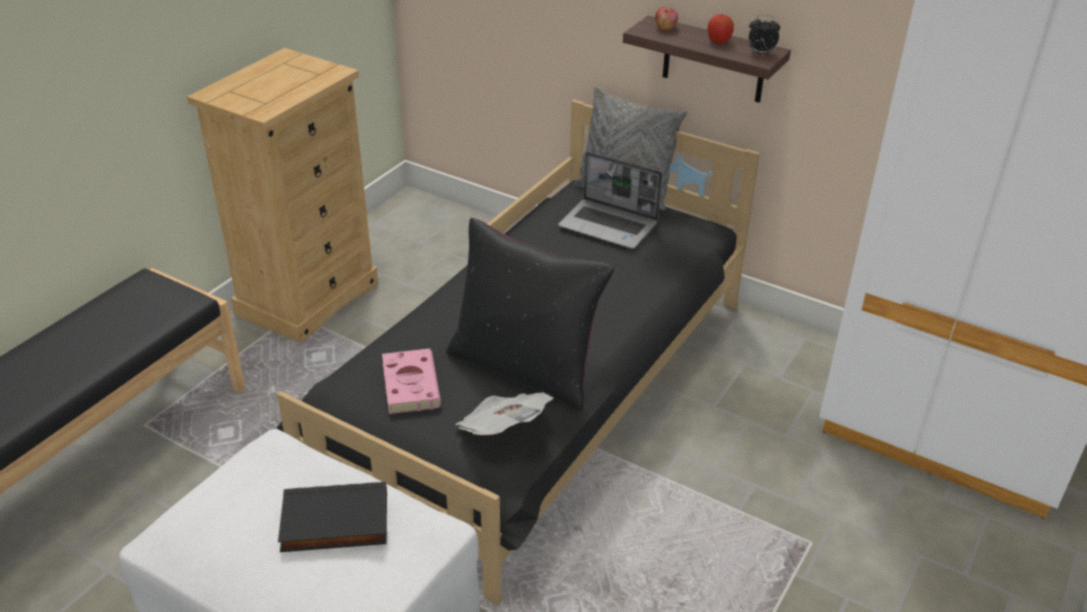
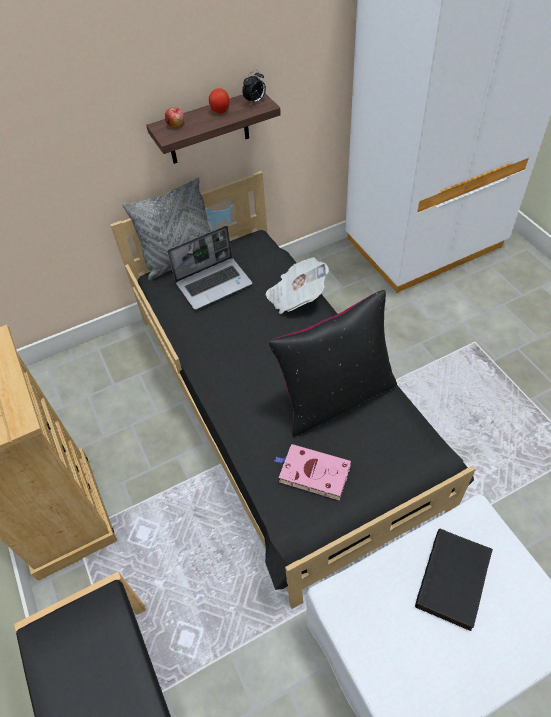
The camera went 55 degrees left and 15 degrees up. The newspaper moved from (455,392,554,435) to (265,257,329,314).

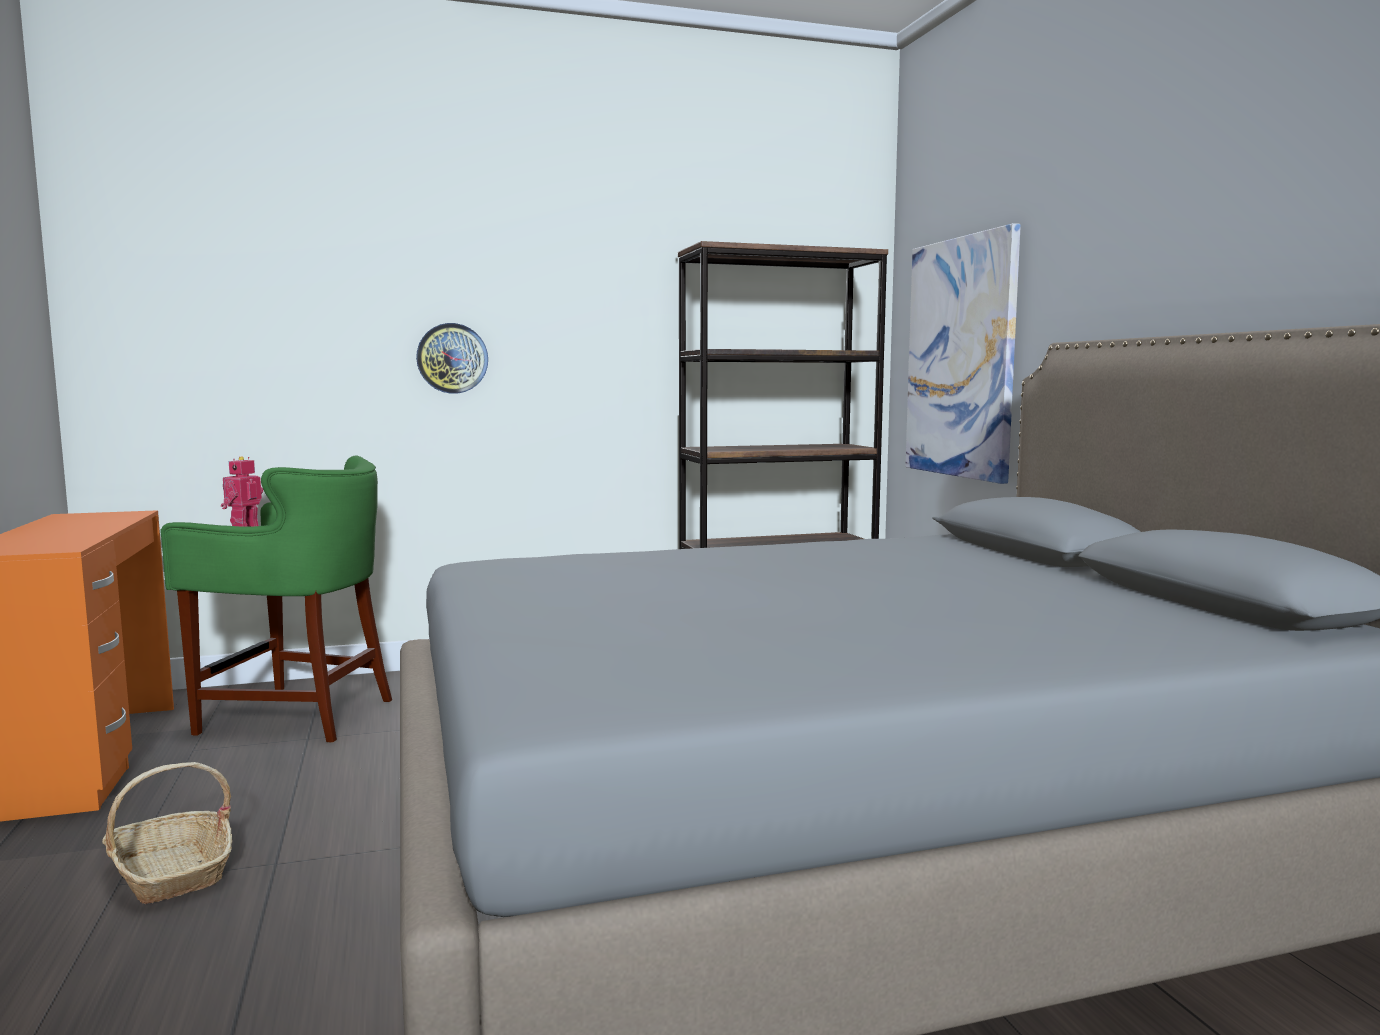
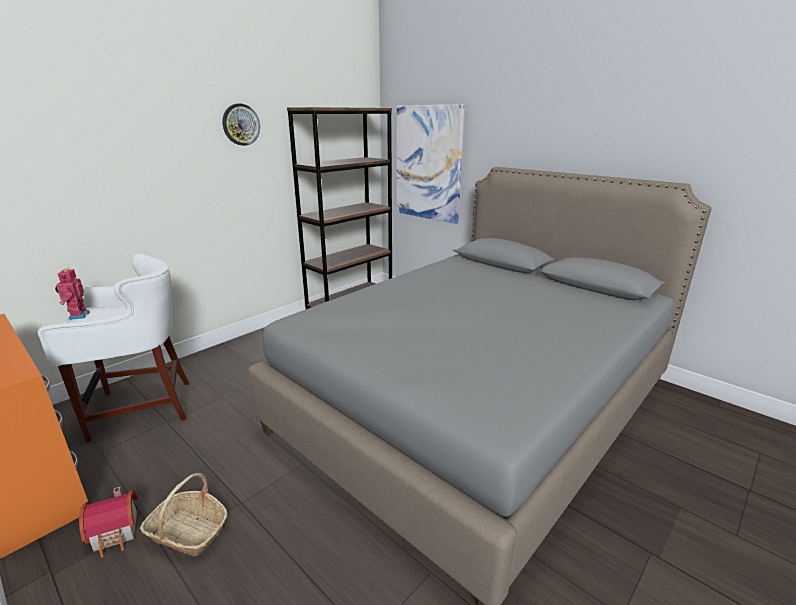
The camera went 30 degrees left and 15 degrees up. The stool (green) at (161,456,392,743) became the stool (white) at (38,253,189,442). The wall clock moved from (416,323,488,394) to (222,104,260,146). The toy house at (79,487,138,558) appeared.

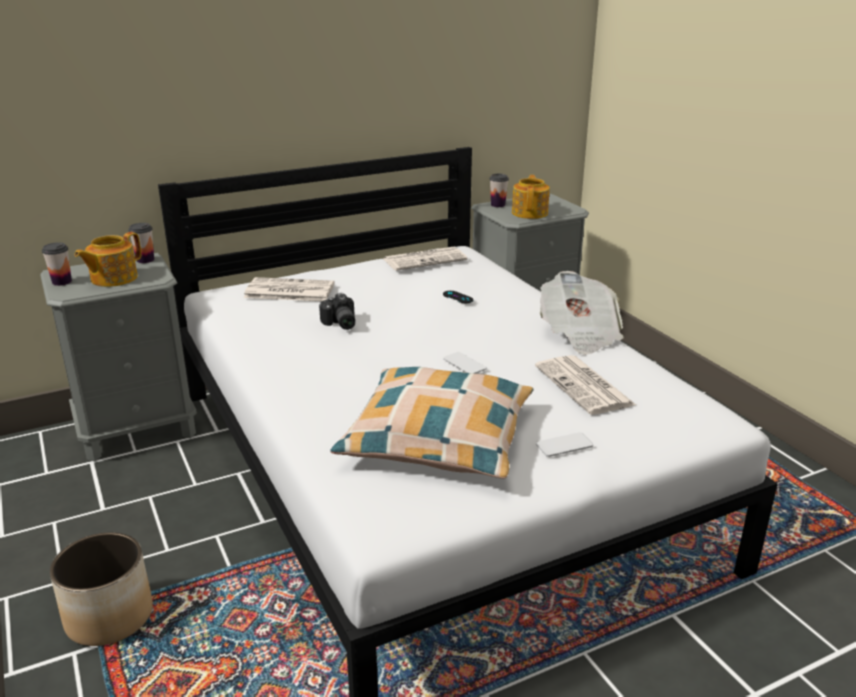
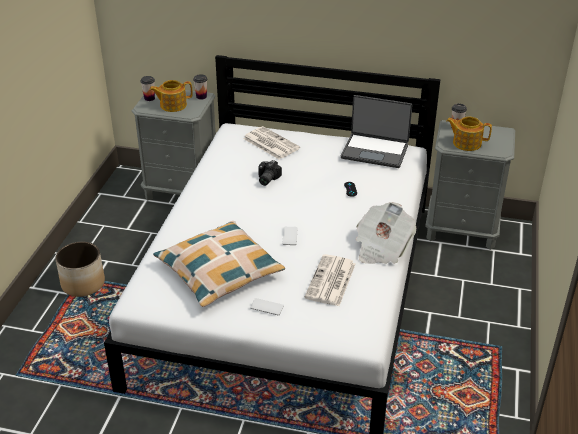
The camera went 40 degrees right and 10 degrees up. The newspaper at (384,247,468,271) was replaced by the laptop at (341,95,412,168). The teapot at (512,175,550,219) turned 120 degrees counterclockwise.

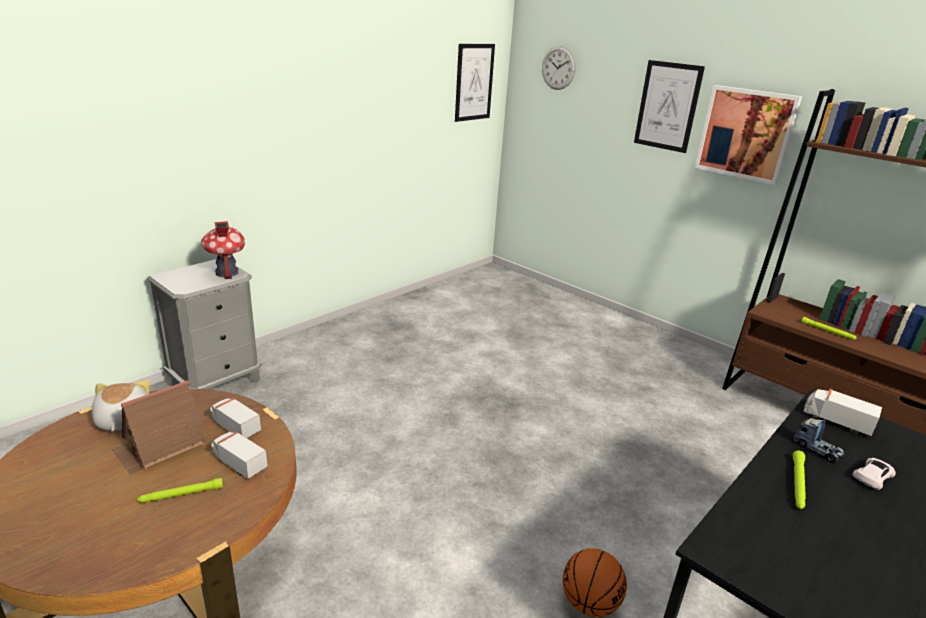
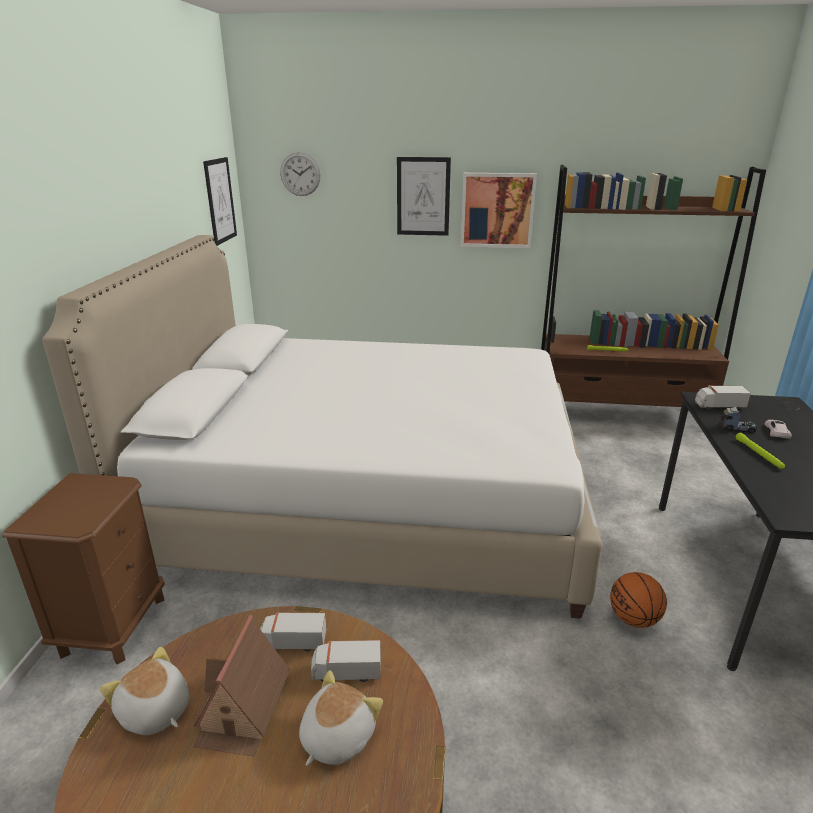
The camera went 35 degrees left and 0 degrees up. The flashlight (green) at (137,478,223,503) was replaced by the plush toy at (299,670,383,766). The nightstand (grey) at (147,259,261,389) became the nightstand (brown) at (2,473,165,664). The toy house at (201,221,245,279) disappeared. The bed (white) at (42,235,603,619) appeared.

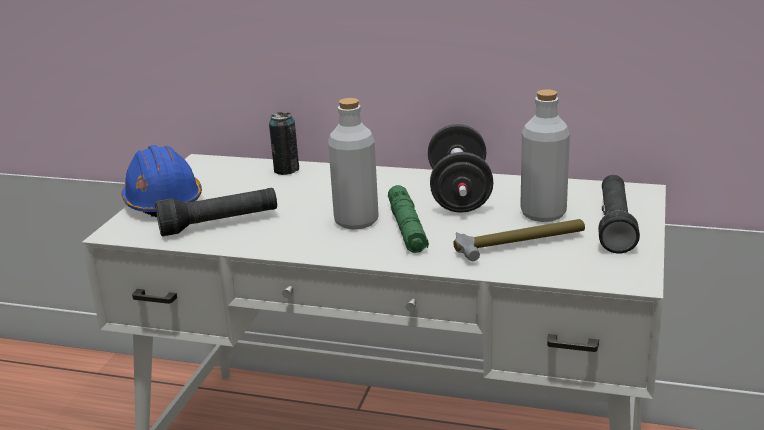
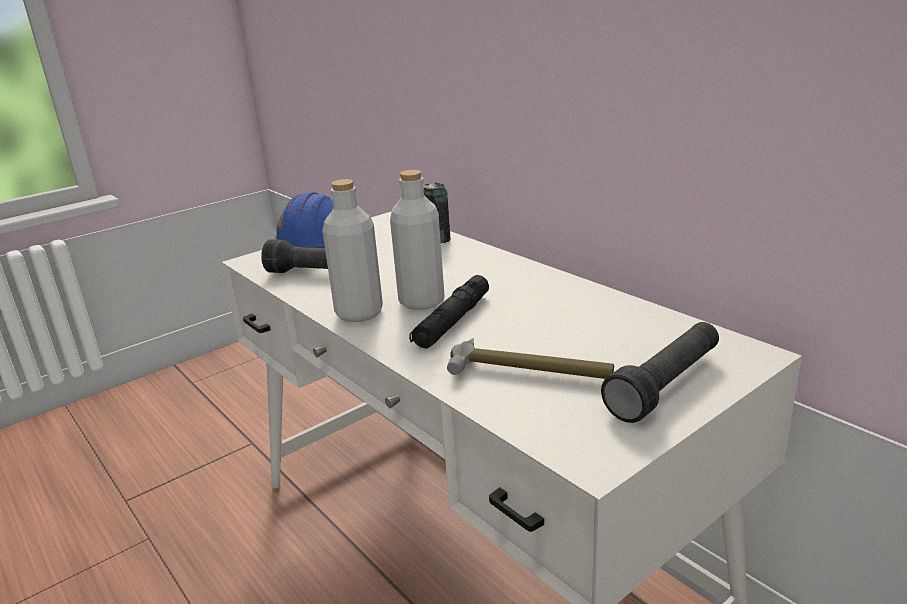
The camera went 35 degrees right and 0 degrees up. The flashlight (green) at (388,185,429,253) became the flashlight (black) at (409,275,489,349). The dumbbell (black) at (428,124,493,213) disappeared. The bottle (grey) moved from (520,89,570,222) to (322,179,383,322).

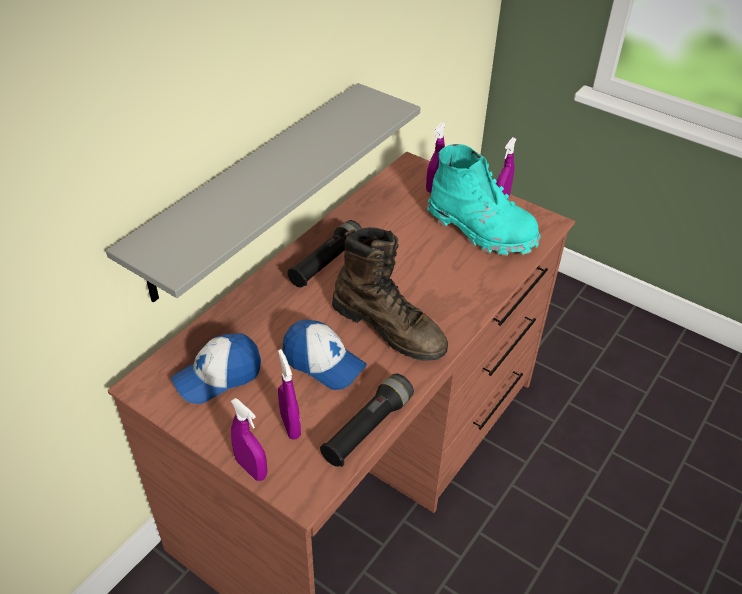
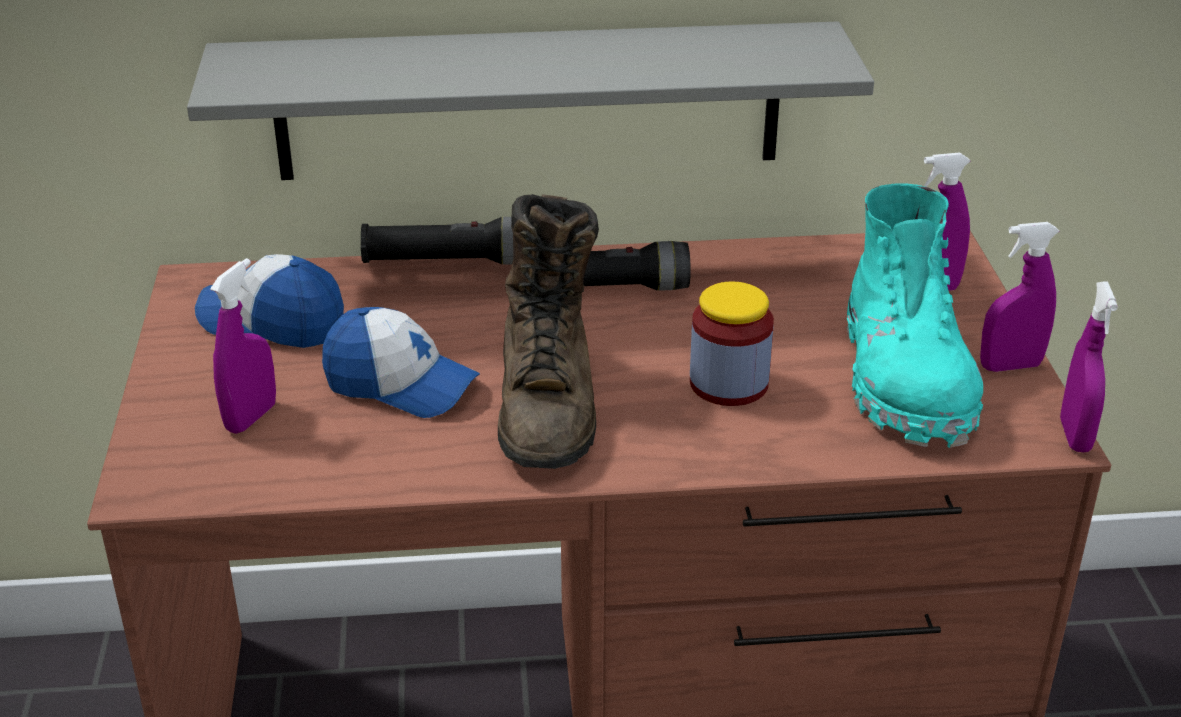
The camera went 50 degrees right and 10 degrees down. The spray bottle (purple) moved from (231,398,267,481) to (1060,282,1118,452). The cap at (282,320,367,390) turned 60 degrees counterclockwise. The flashlight (black) moved from (320,373,414,467) to (361,217,513,265). The jar at (690,281,774,406) appeared.

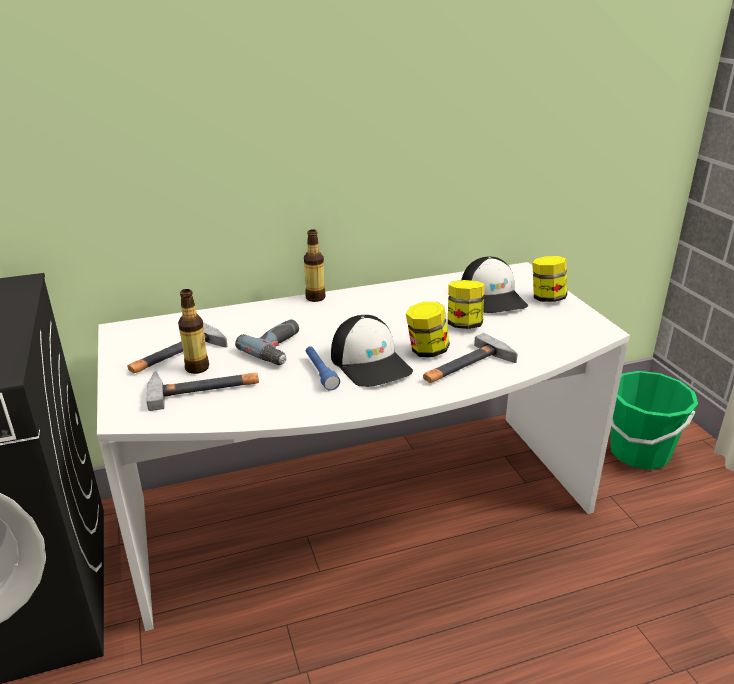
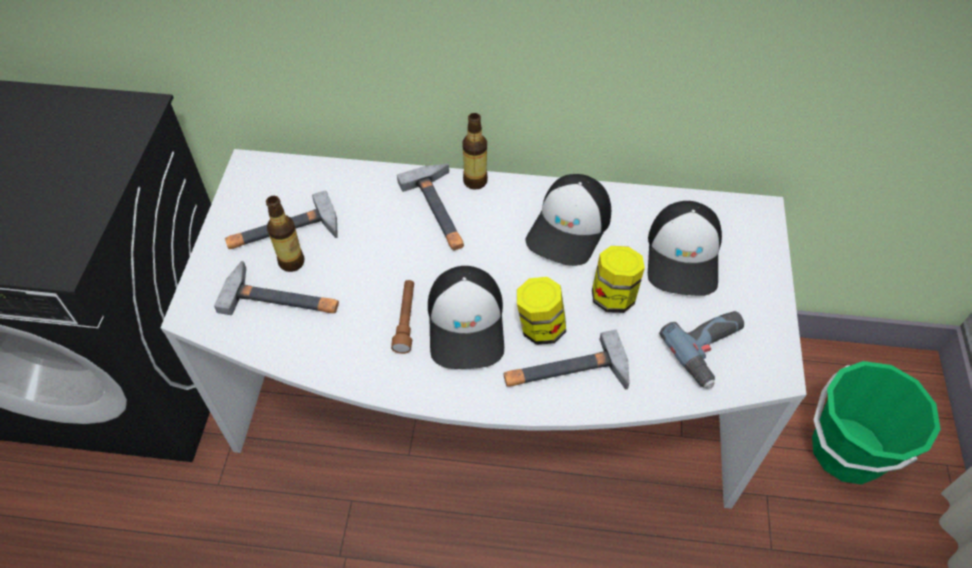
The camera went 25 degrees right and 25 degrees up. The power drill moved from (235,319,299,365) to (659,311,744,389). The flashlight (blue) at (306,346,340,391) became the flashlight (brown) at (391,280,414,354). The jar at (532,256,567,302) disappeared. The hammer at (397,164,464,251) appeared. The cap at (525,174,611,266) appeared.

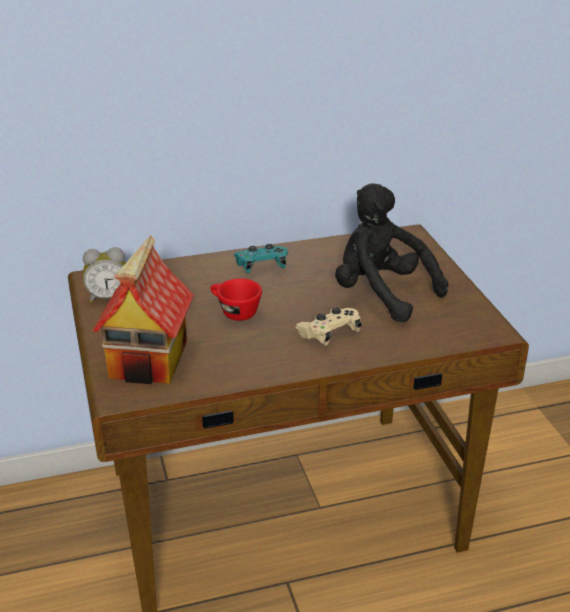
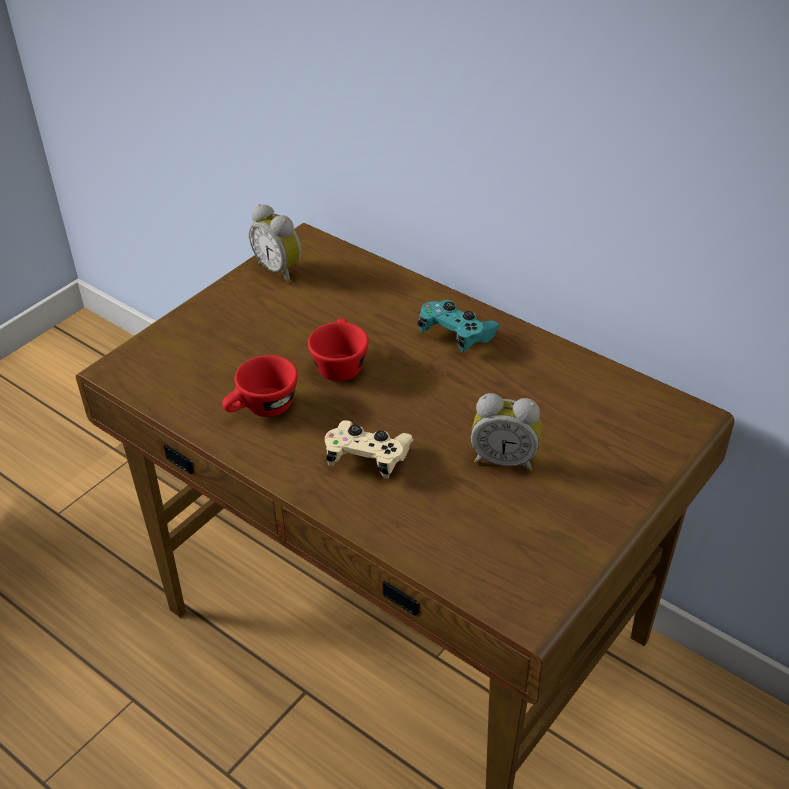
The camera went 55 degrees right and 10 degrees up. The toy house at (92,235,194,384) disappeared. The plush toy (black) at (335,183,448,323) was replaced by the alarm clock at (471,393,542,472). The cup (red) at (222,355,298,417) appeared.

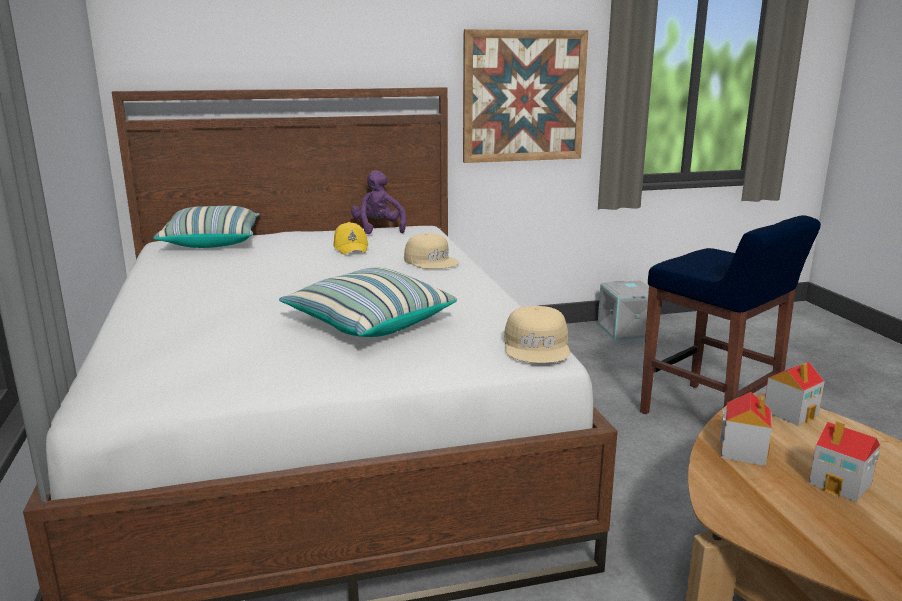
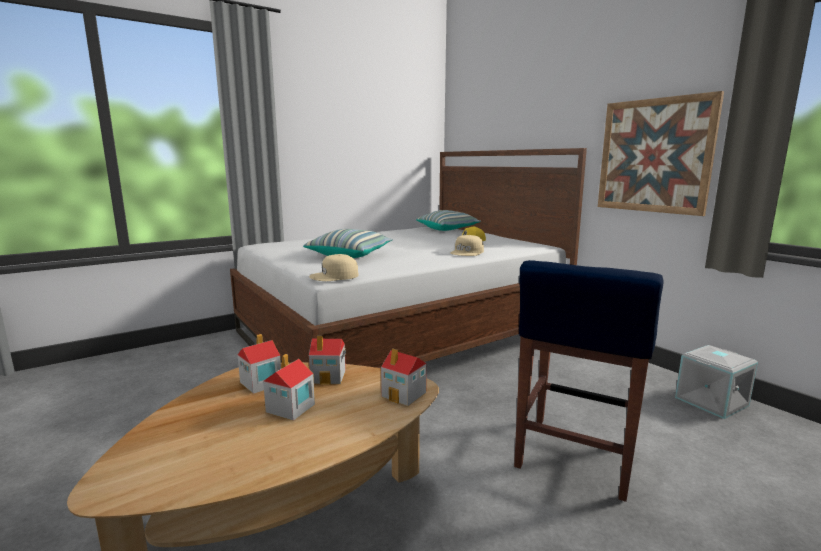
The camera went 70 degrees right and 5 degrees down. The plush toy (purple) at (351,170,406,234) disappeared. The toy house at (238,334,281,394) appeared.

